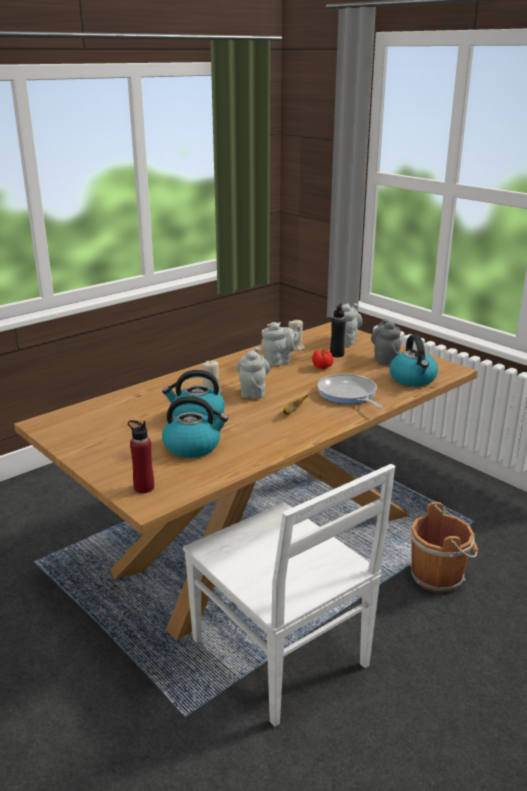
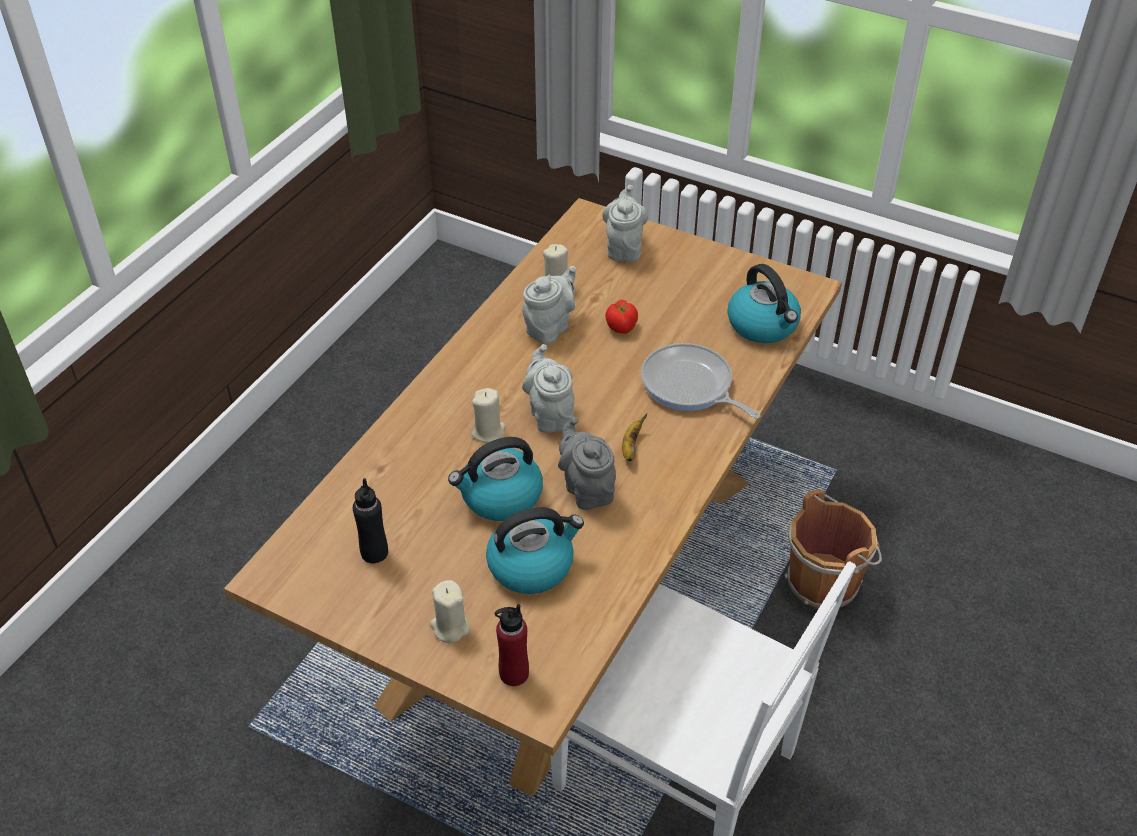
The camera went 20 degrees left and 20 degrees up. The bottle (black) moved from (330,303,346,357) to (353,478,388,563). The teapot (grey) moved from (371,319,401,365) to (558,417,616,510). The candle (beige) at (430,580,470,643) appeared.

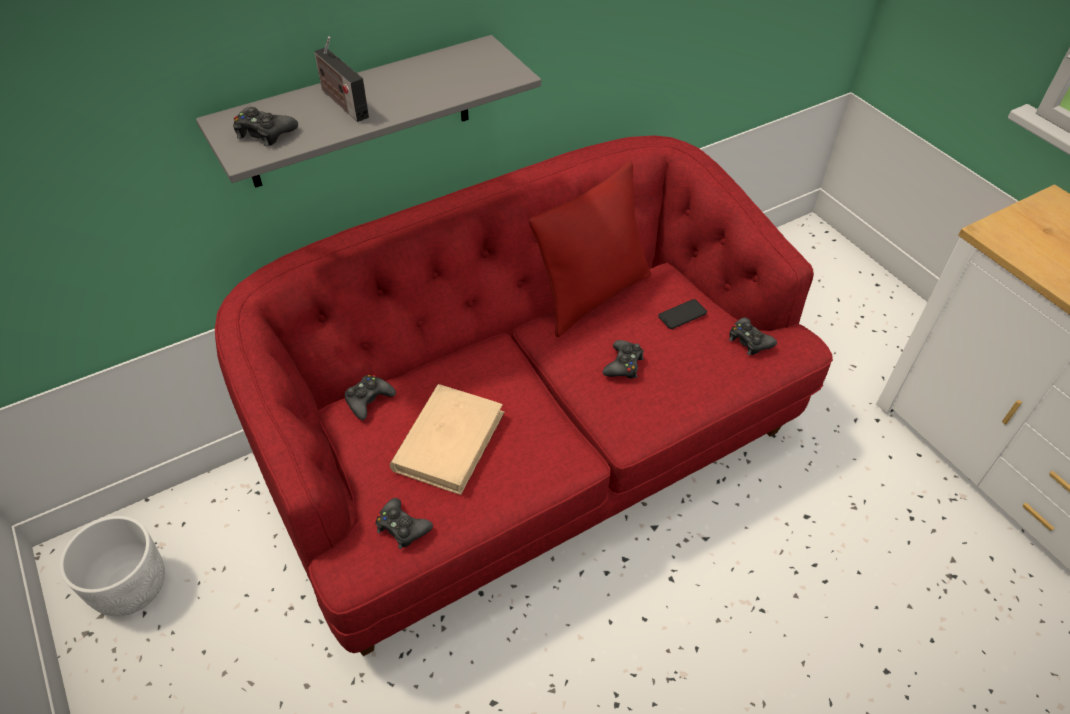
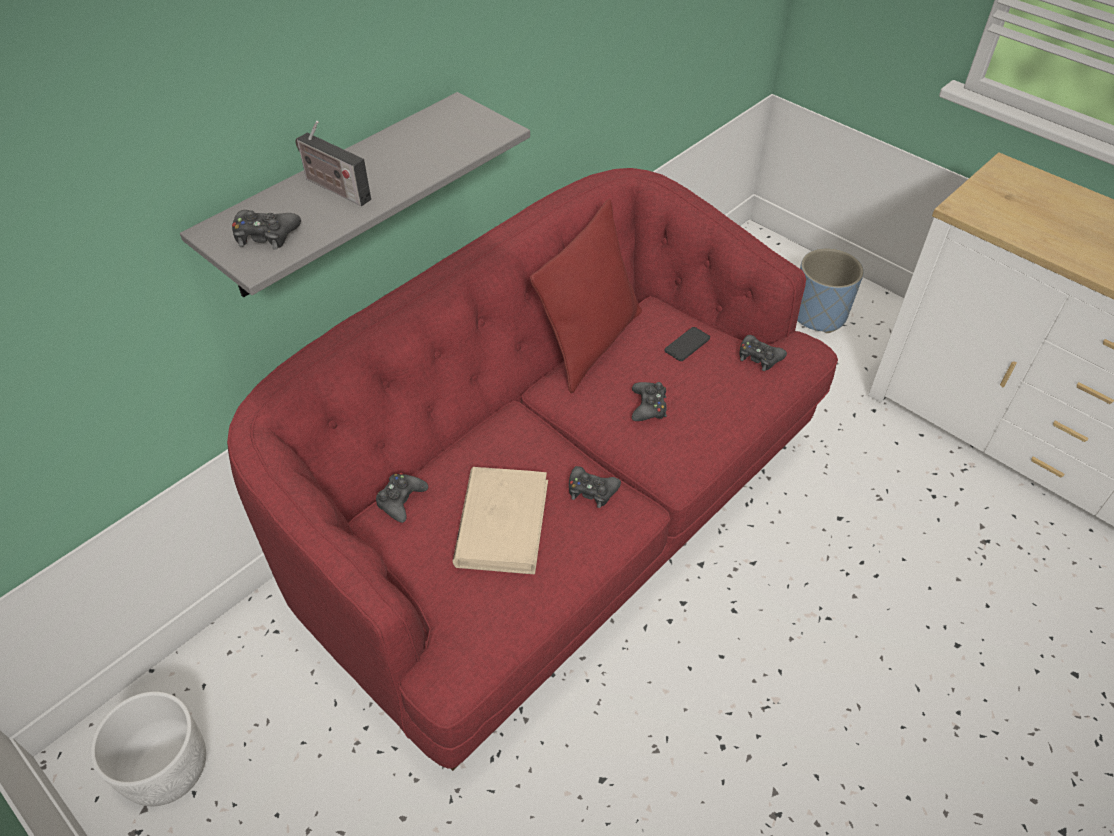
The camera went 15 degrees left and 0 degrees up. The game controller (black) moved from (375,498,433,549) to (569,466,621,508). The planter (blue) at (797,248,864,333) appeared.

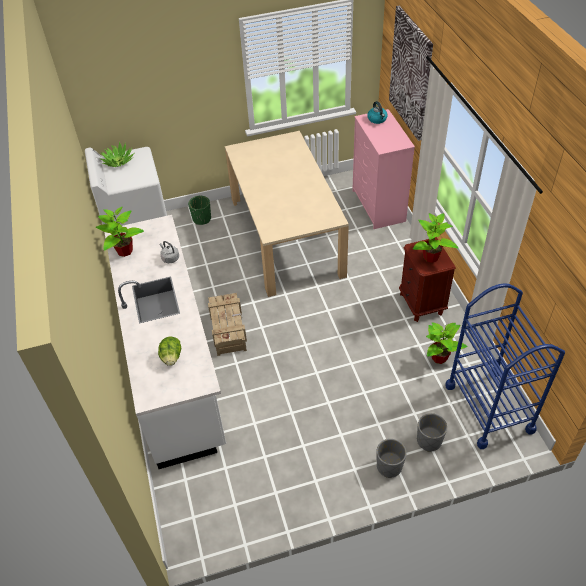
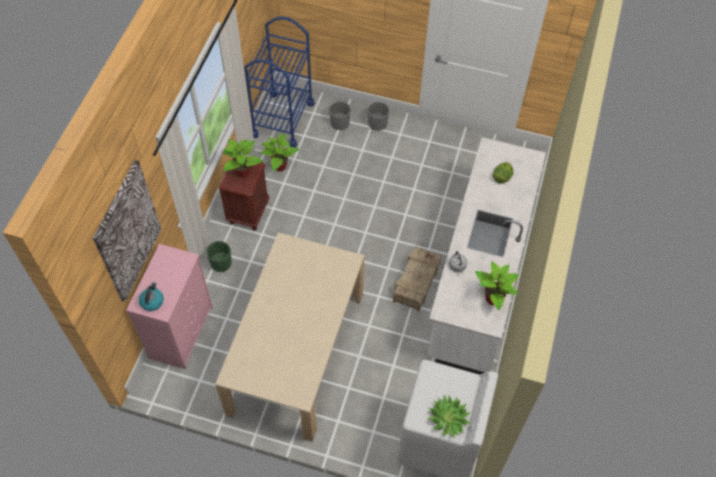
The camera went 150 degrees left and 10 degrees up. The planter (green) moved from (188,196,211,225) to (206,241,232,272).

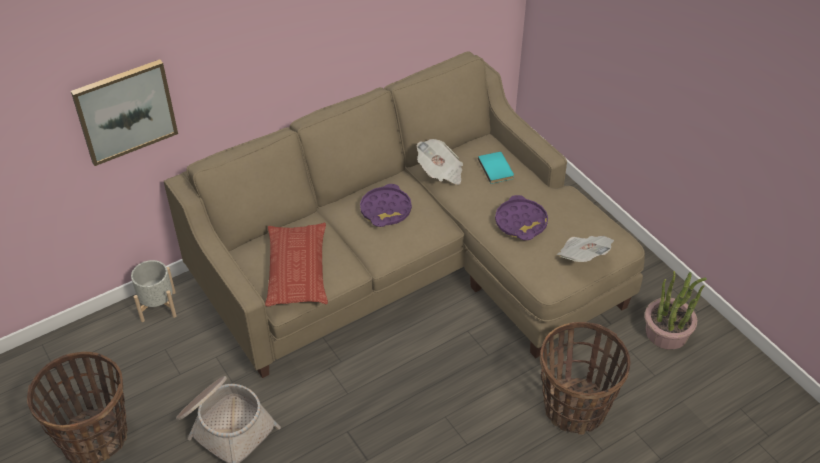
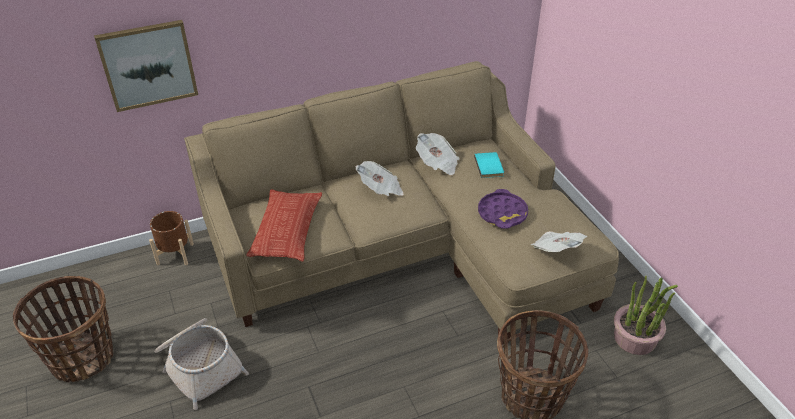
The camera went 10 degrees right and 5 degrees down. The planter (grey) at (131,260,177,322) became the planter (brown) at (149,211,194,265). The tray (purple) at (360,184,412,227) was replaced by the newspaper at (356,161,404,196).

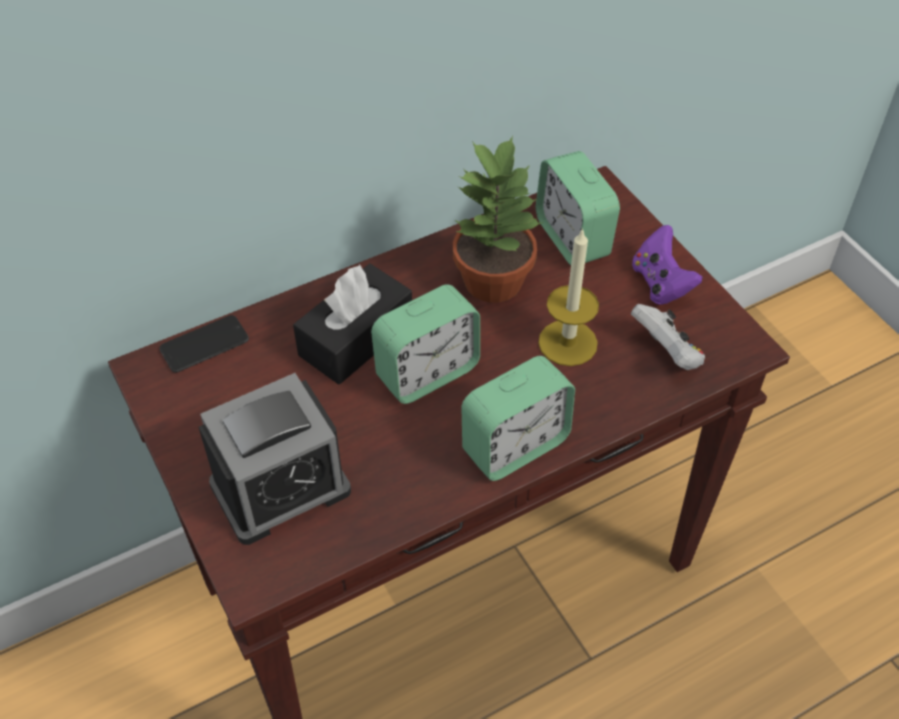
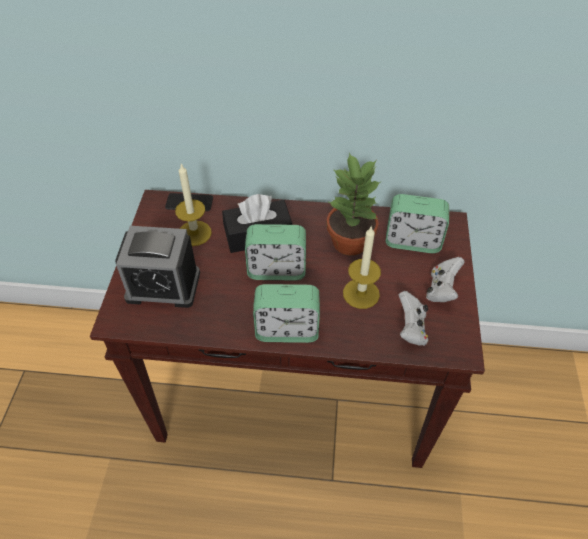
The camera went 35 degrees right and 0 degrees up. The alarm clock at (536,151,620,265) turned 90 degrees counterclockwise. The game controller (purple) at (632,225,703,305) became the game controller (white) at (426,257,465,302). The candle at (175,164,212,246) appeared.

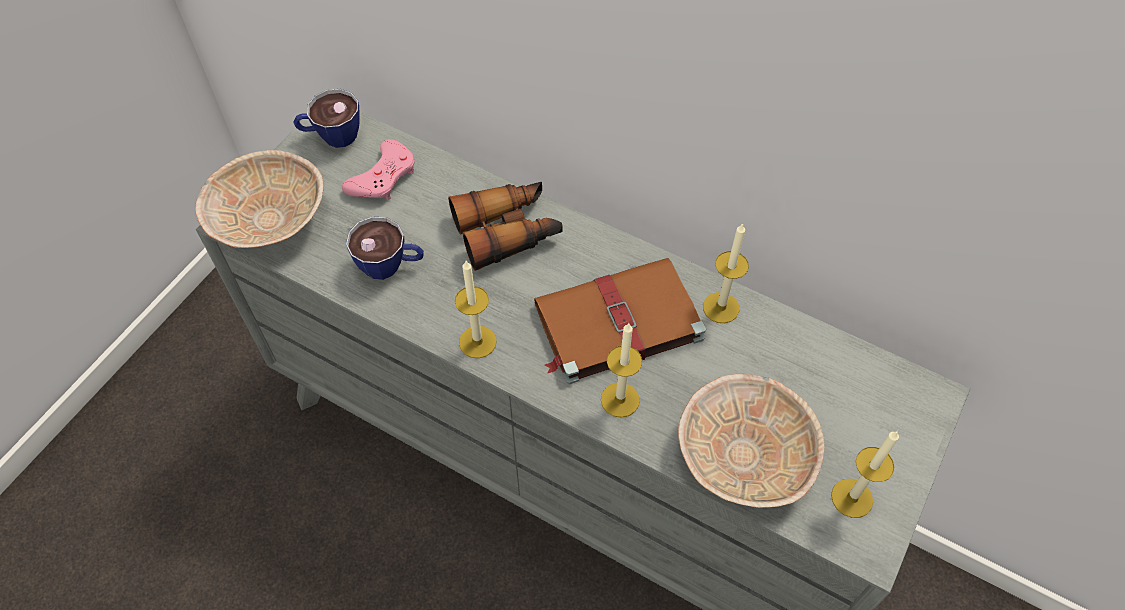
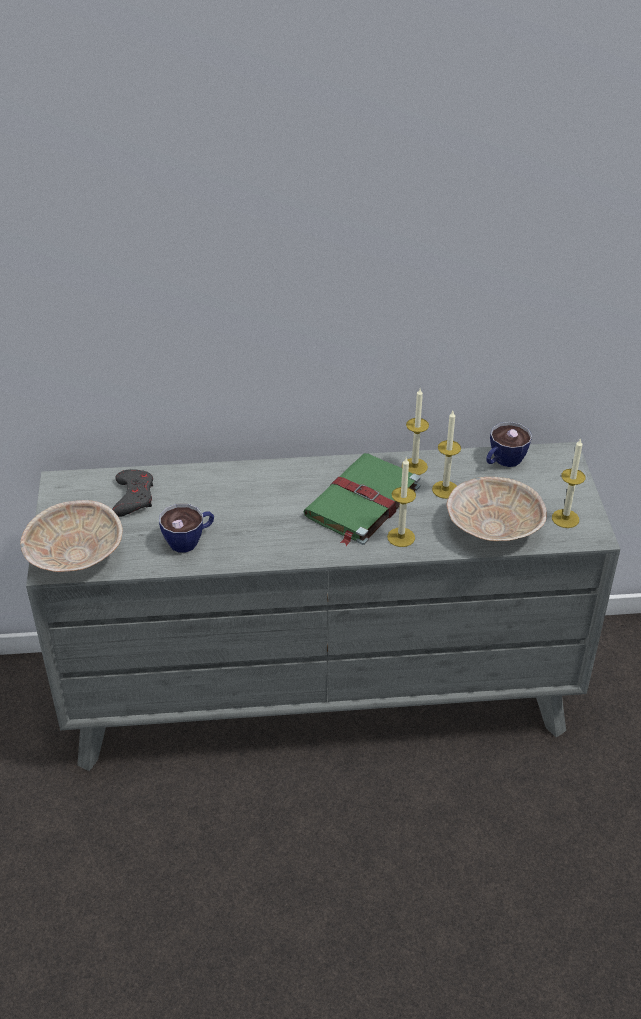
The camera went 35 degrees left and 15 degrees down. The cup moved from (293,89,360,148) to (486,422,532,467). The game controller (pink) at (342,139,415,200) became the game controller (grey) at (112,469,153,517). The binoculars at (448,182,563,271) disappeared. The candle moved from (455,261,497,358) to (432,411,461,499). The book (brown) at (534,258,706,384) became the book (green) at (303,453,421,546).

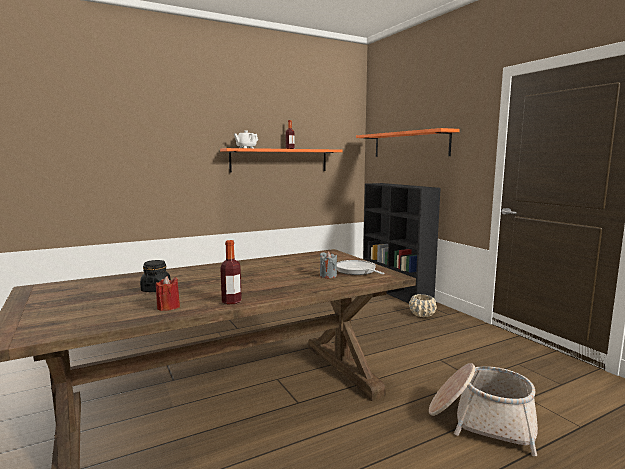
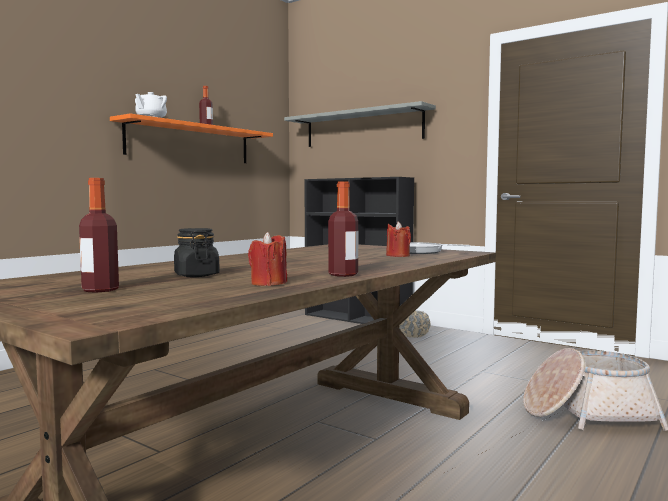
The camera went 25 degrees left and 5 degrees down. The candle (grey) at (320,251,337,278) became the candle (red) at (386,222,411,257). The shelf (orange) at (356,128,460,157) became the shelf (grey) at (284,101,436,147). The bottle at (79,178,119,293) appeared.

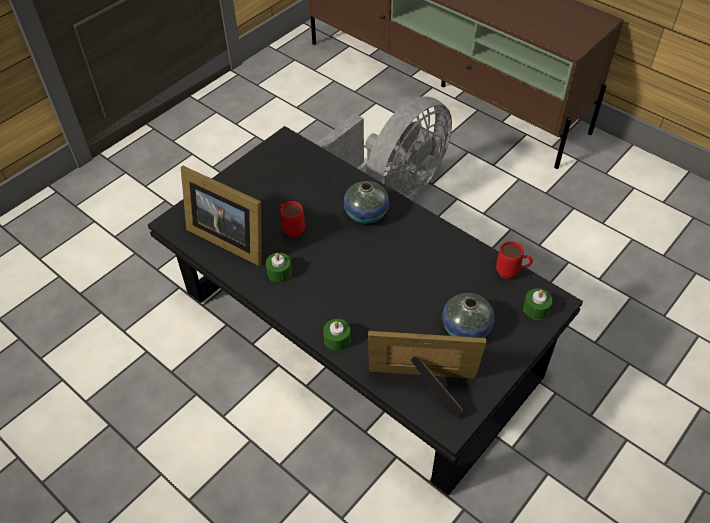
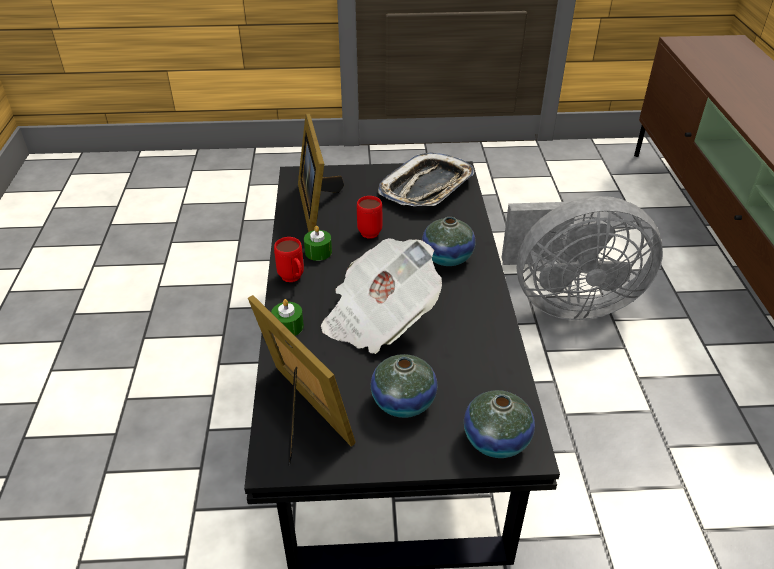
The camera went 45 degrees right and 10 degrees down. The mug (red) moved from (496,241,533,279) to (274,237,304,282). The candle (green) at (523,288,553,320) was replaced by the vase at (464,390,535,458). The newspaper at (321,238,442,354) appeared. The tray at (378,152,474,206) appeared.

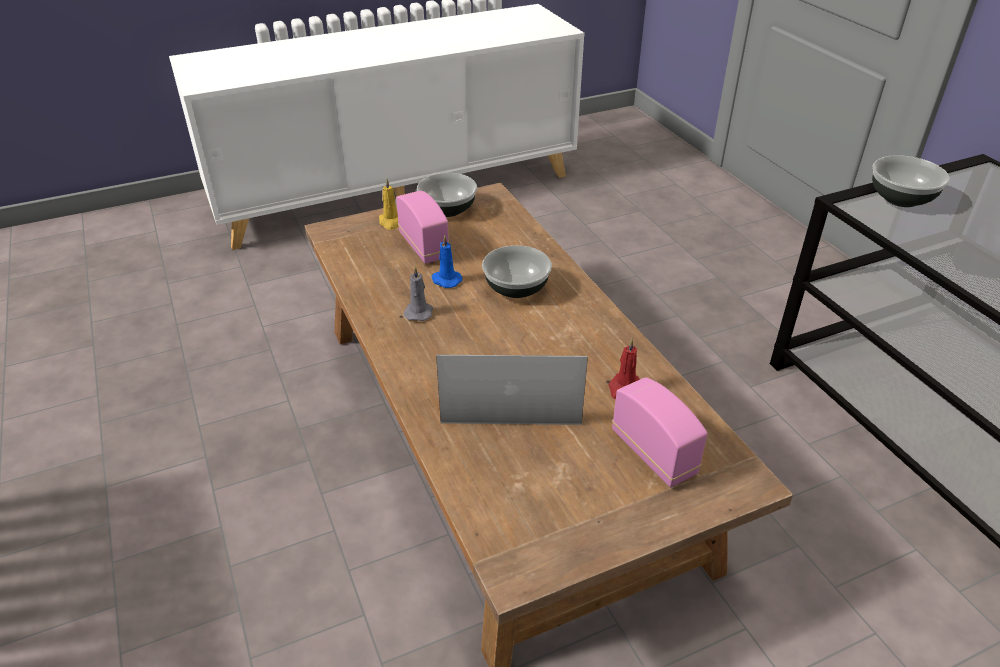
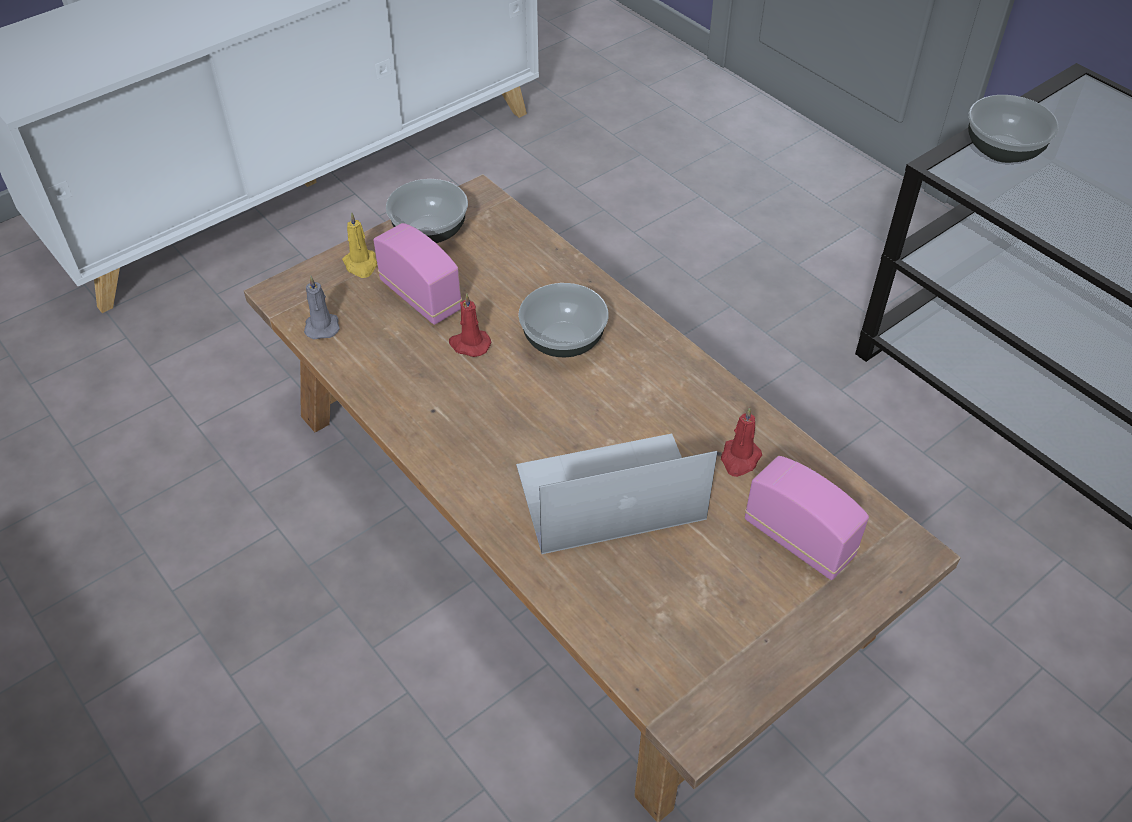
The camera went 15 degrees left and 10 degrees up. The candle (grey) moved from (403,266,433,321) to (304,276,340,340). The candle (blue) at (432,235,462,288) became the candle (red) at (449,293,492,357).

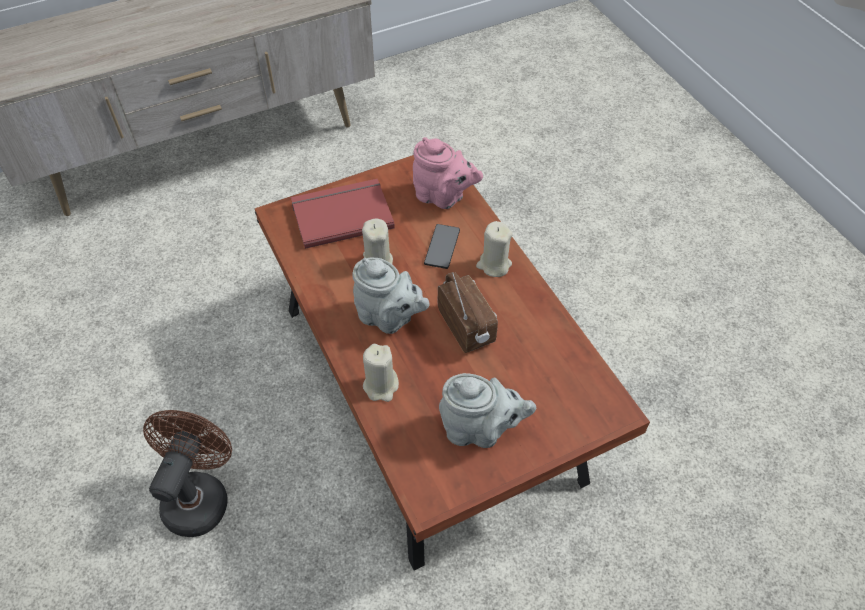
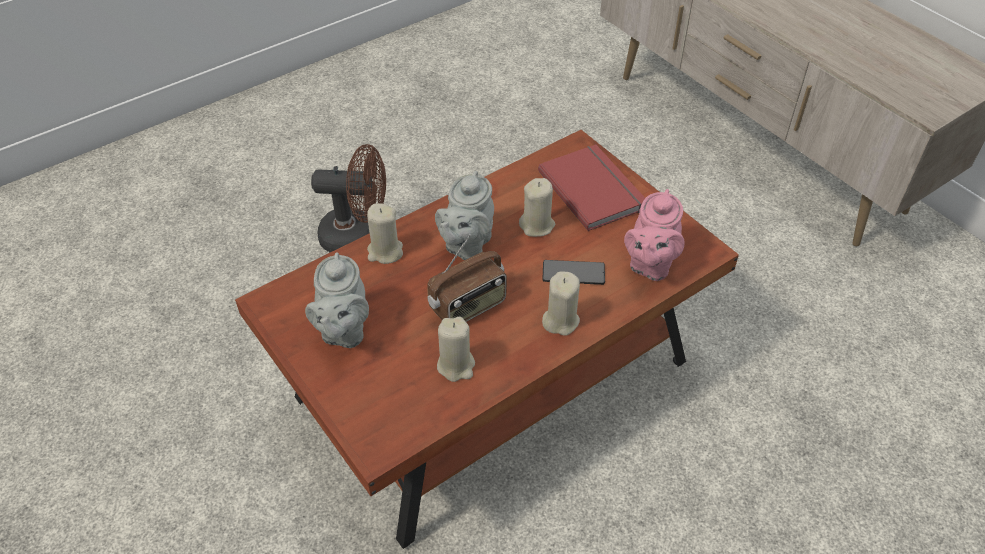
The camera went 80 degrees right and 5 degrees down. The candle (beige) at (437,317,475,382) appeared.

